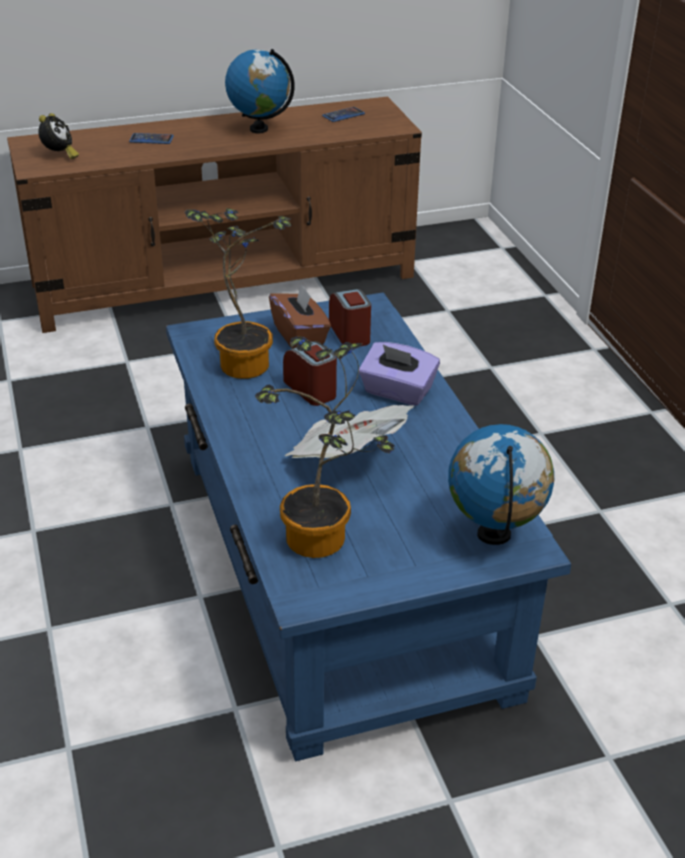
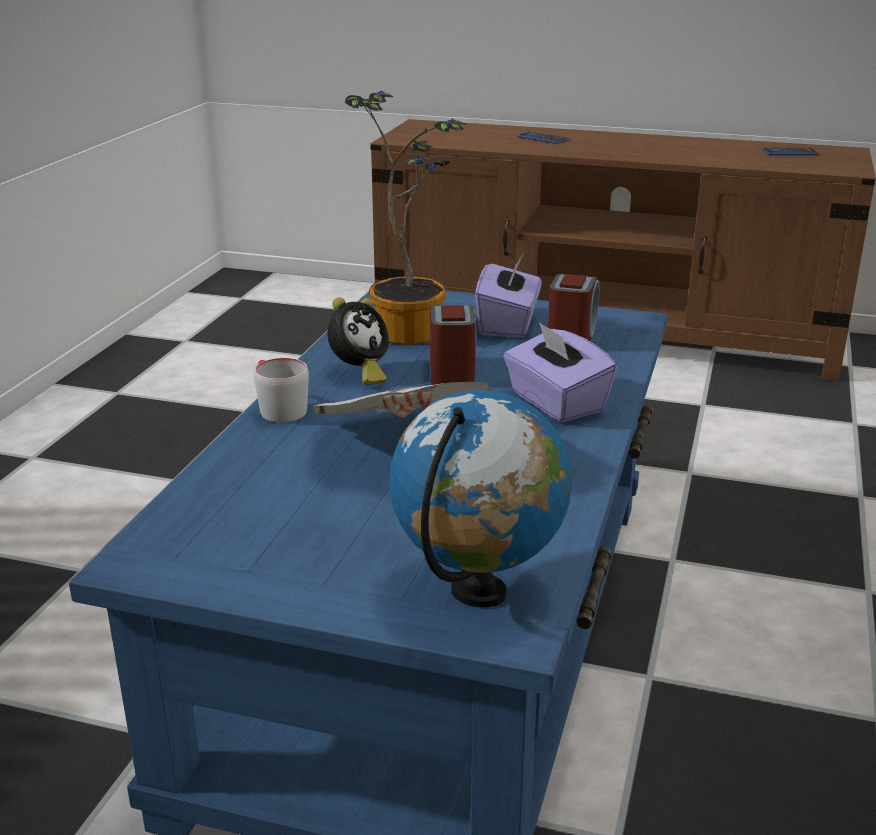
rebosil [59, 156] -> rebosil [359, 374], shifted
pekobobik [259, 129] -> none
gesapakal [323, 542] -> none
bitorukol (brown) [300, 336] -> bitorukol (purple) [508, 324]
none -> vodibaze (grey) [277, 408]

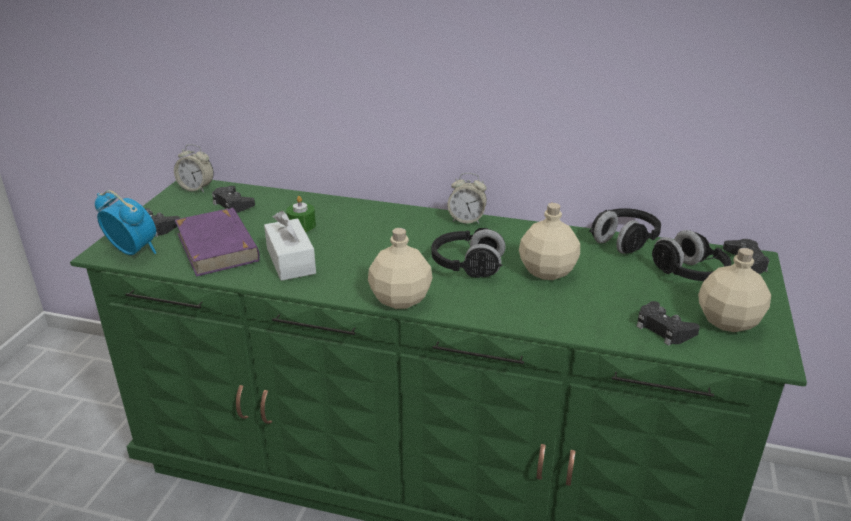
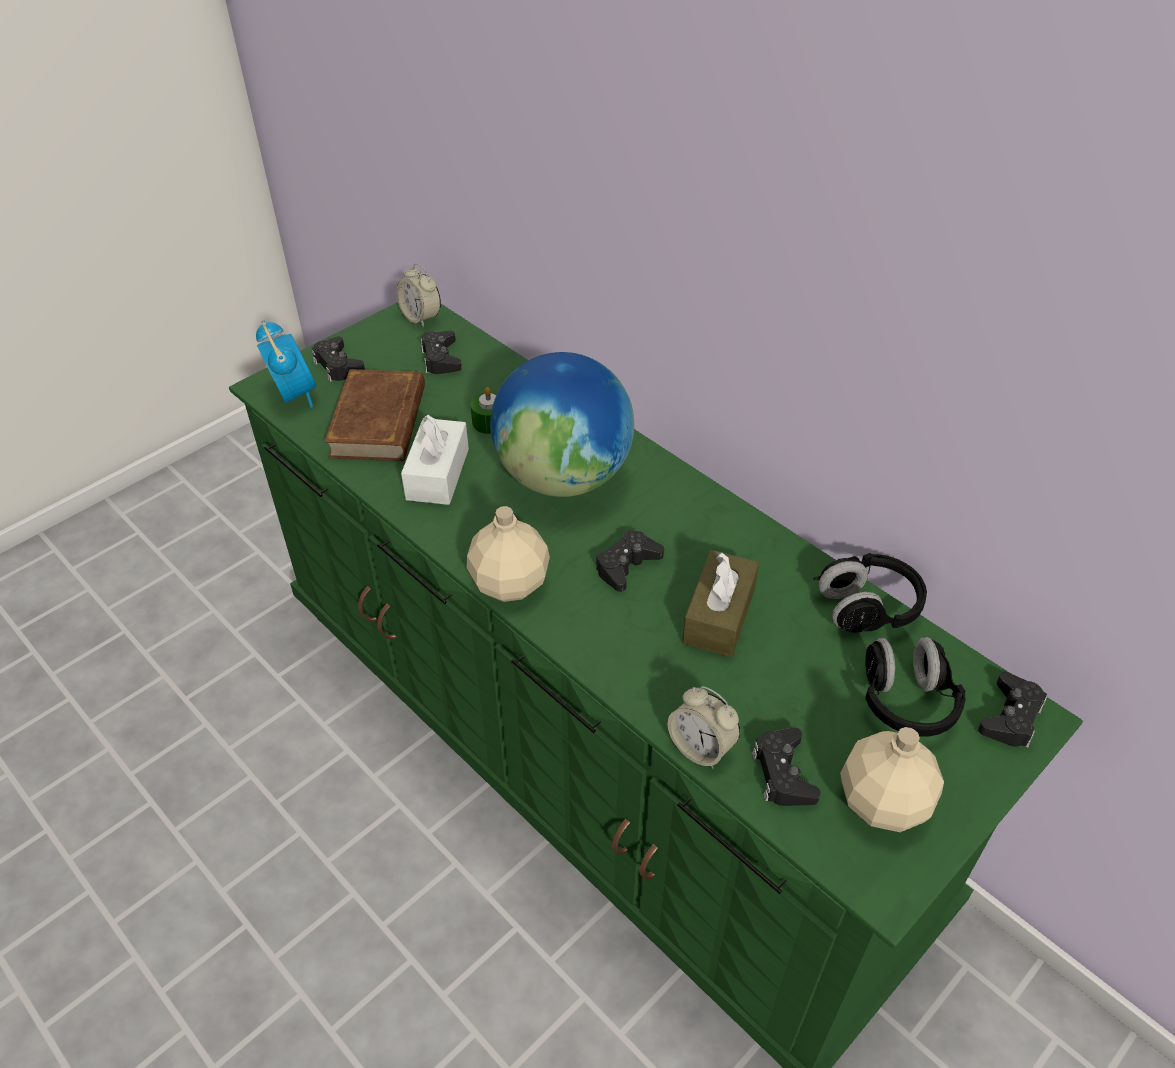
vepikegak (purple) [218, 247] -> vepikegak (brown) [379, 421]
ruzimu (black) [467, 267] -> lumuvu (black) [627, 566]
rebosil [466, 220] -> rebosil [701, 747], shifted
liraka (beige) [548, 271] -> bitorukol (brown) [719, 615]
none -> pekobobik [564, 476]

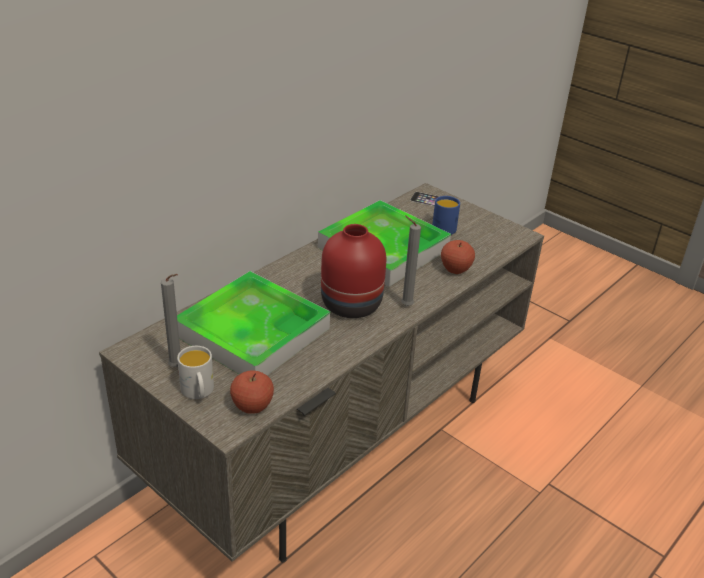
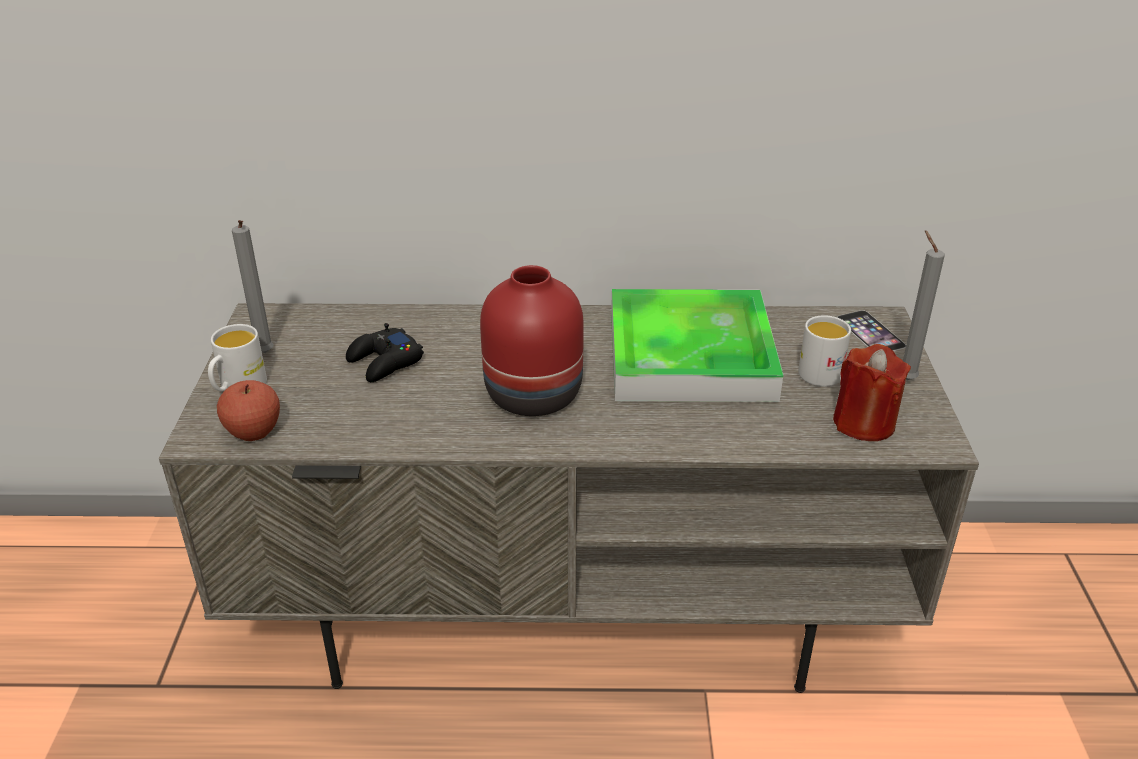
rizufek [252, 332] -> lumuvu (black) [385, 362]
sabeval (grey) [404, 305] -> sabeval (grey) [904, 378], shifted
vodibaze (blue) [441, 227] -> vodibaze (white) [822, 370]
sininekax [455, 269] -> none
none -> sabeval (red) [864, 423]

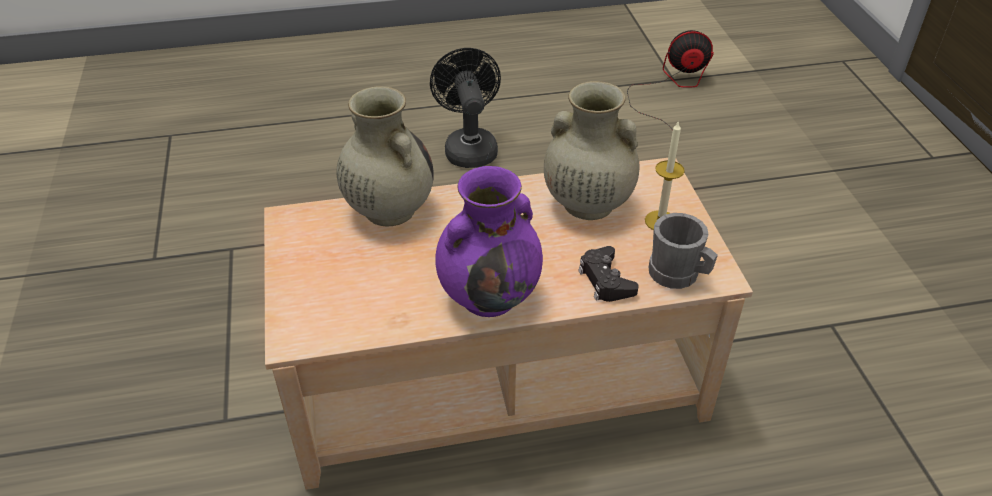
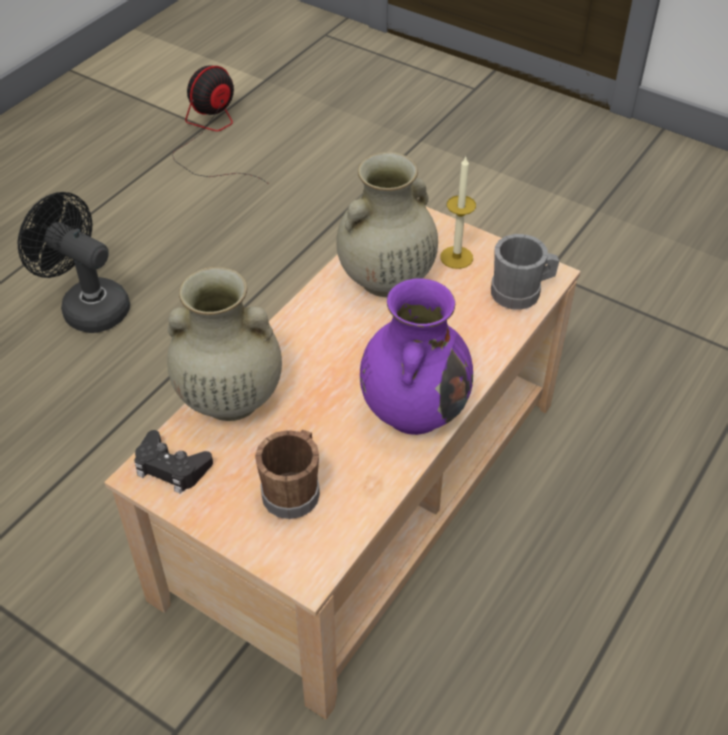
lumuvu (black) [605, 280] -> lumuvu (black) [171, 467], shifted
none -> vodibaze (brown) [293, 489]

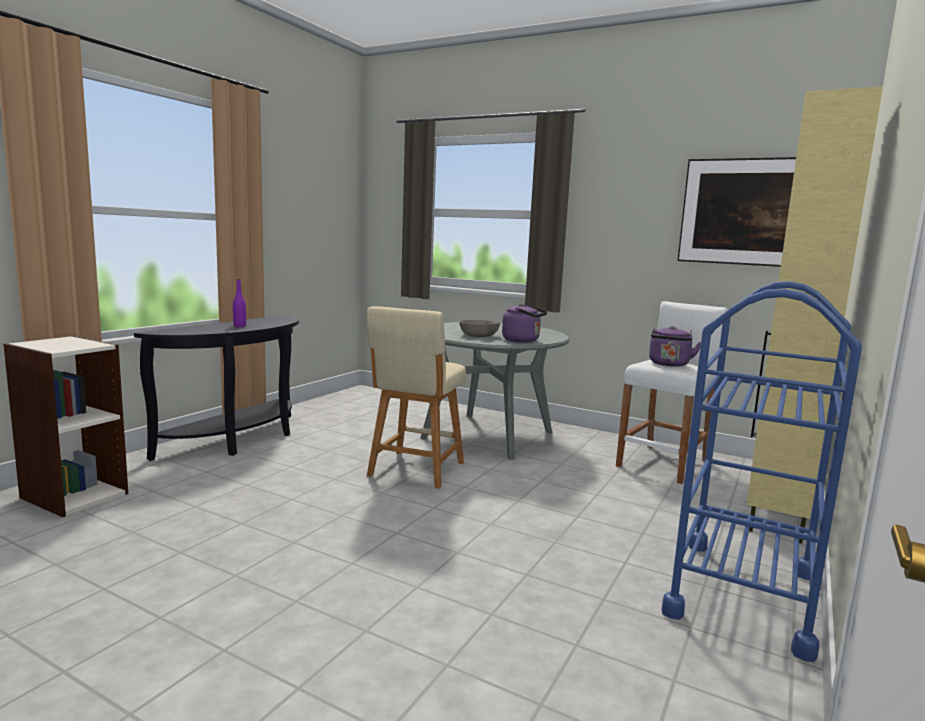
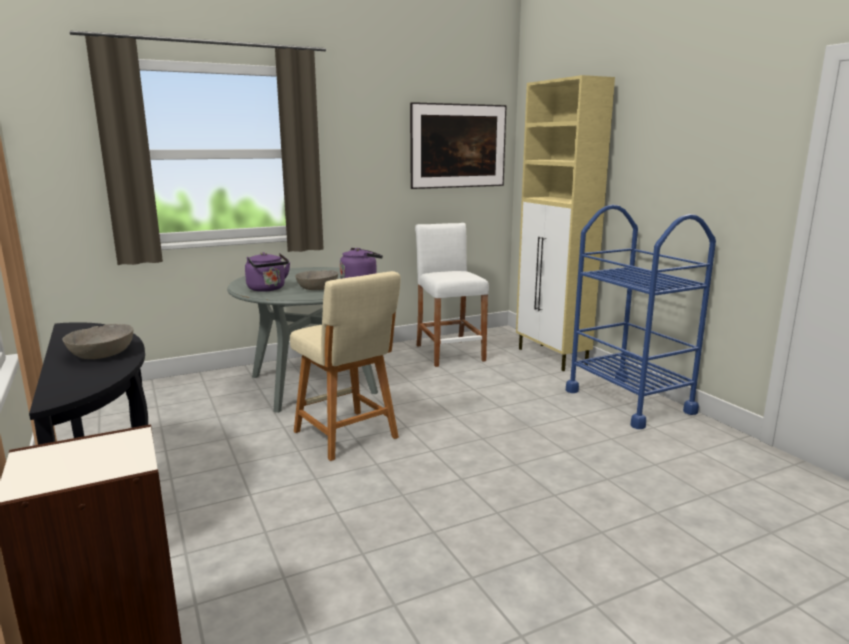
liraka (purple) [239, 326] -> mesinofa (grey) [101, 354]
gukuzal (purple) [669, 364] -> gukuzal (purple) [268, 289], shifted

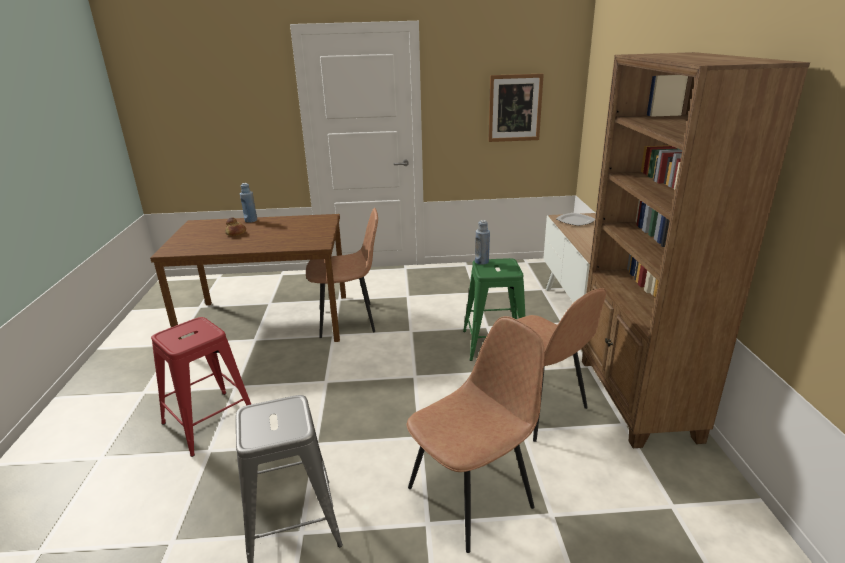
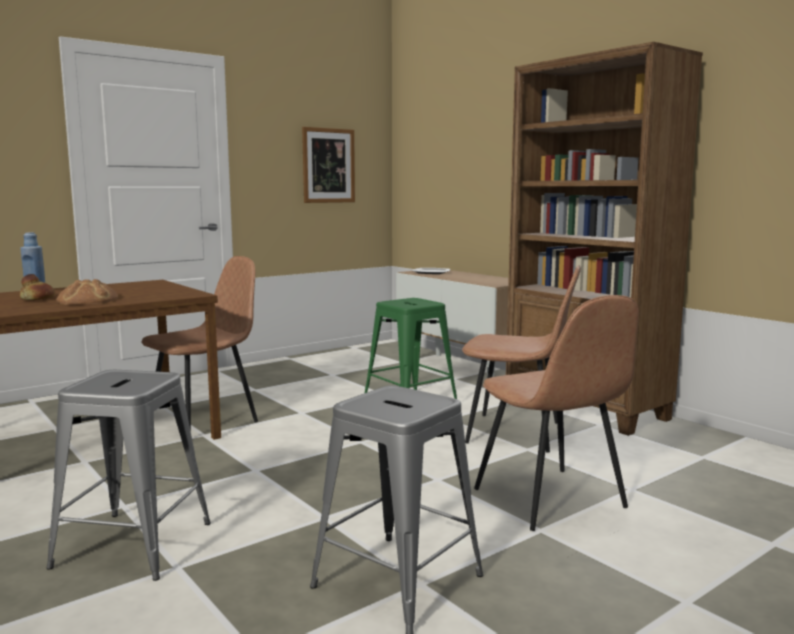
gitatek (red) [209, 422] -> gitatek (grey) [134, 545]
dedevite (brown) [472, 496] -> dedevite (brown) [551, 500], 135 degrees clockwise
liraka (blue) [481, 262] -> none
none -> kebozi [88, 300]

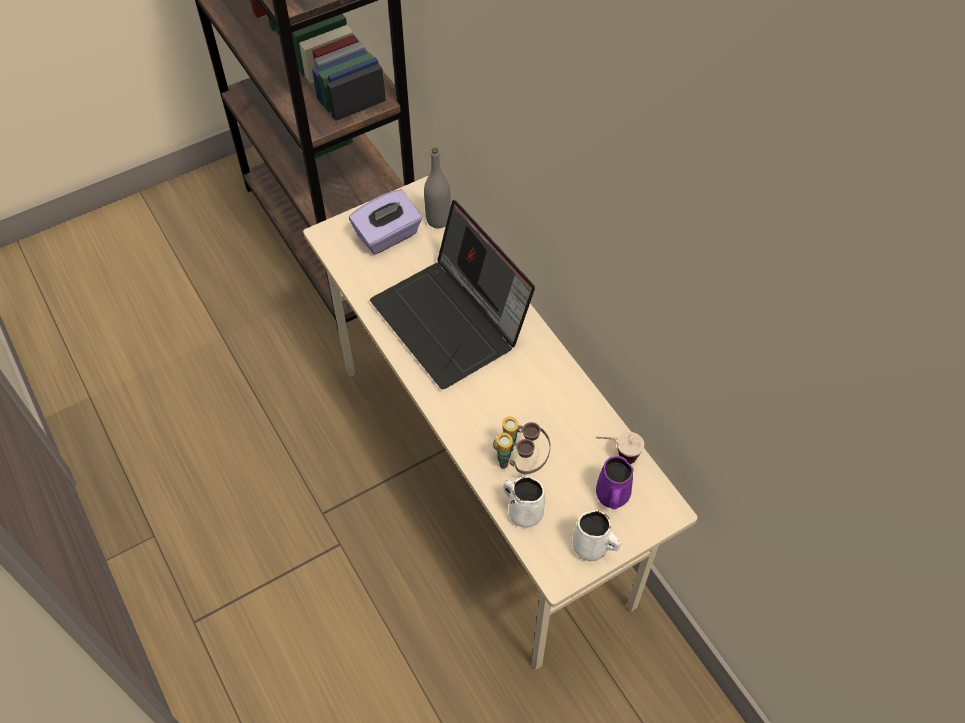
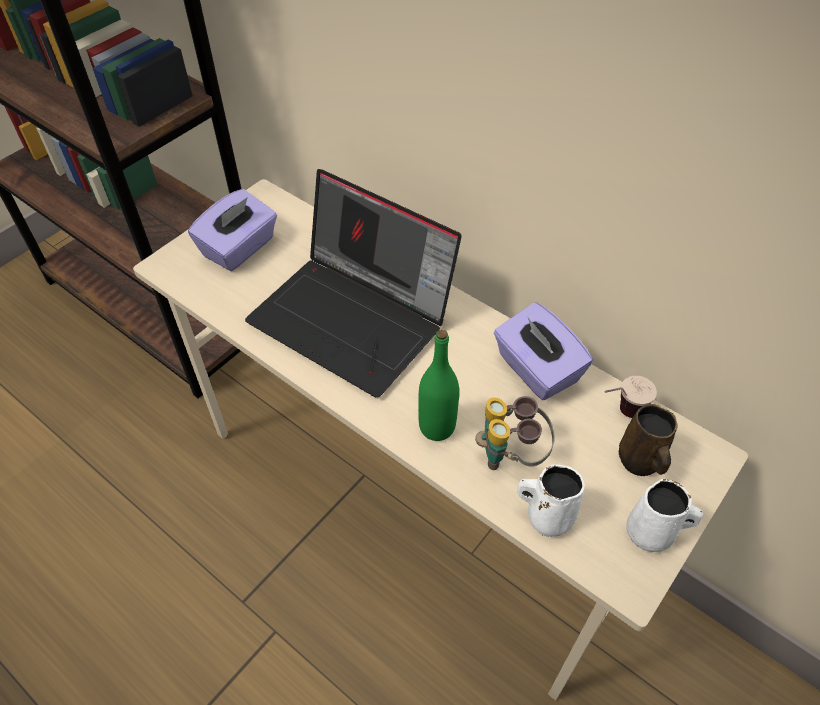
liraka (grey) [438, 220] -> none
vodibaze (purple) [612, 497] -> vodibaze (brown) [640, 462]
none -> liraka (green) [437, 427]
none -> bitorukol (purple) [536, 370]

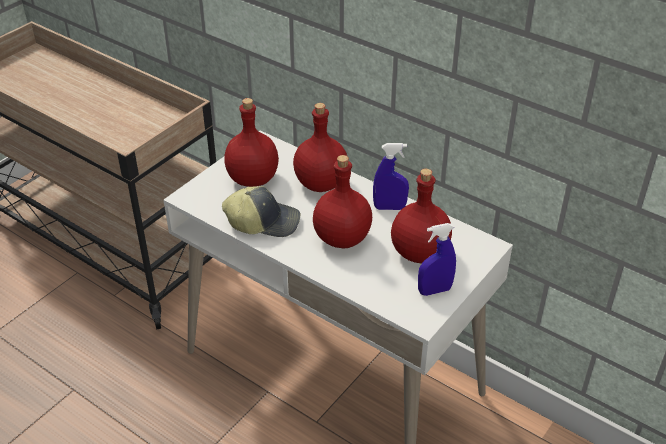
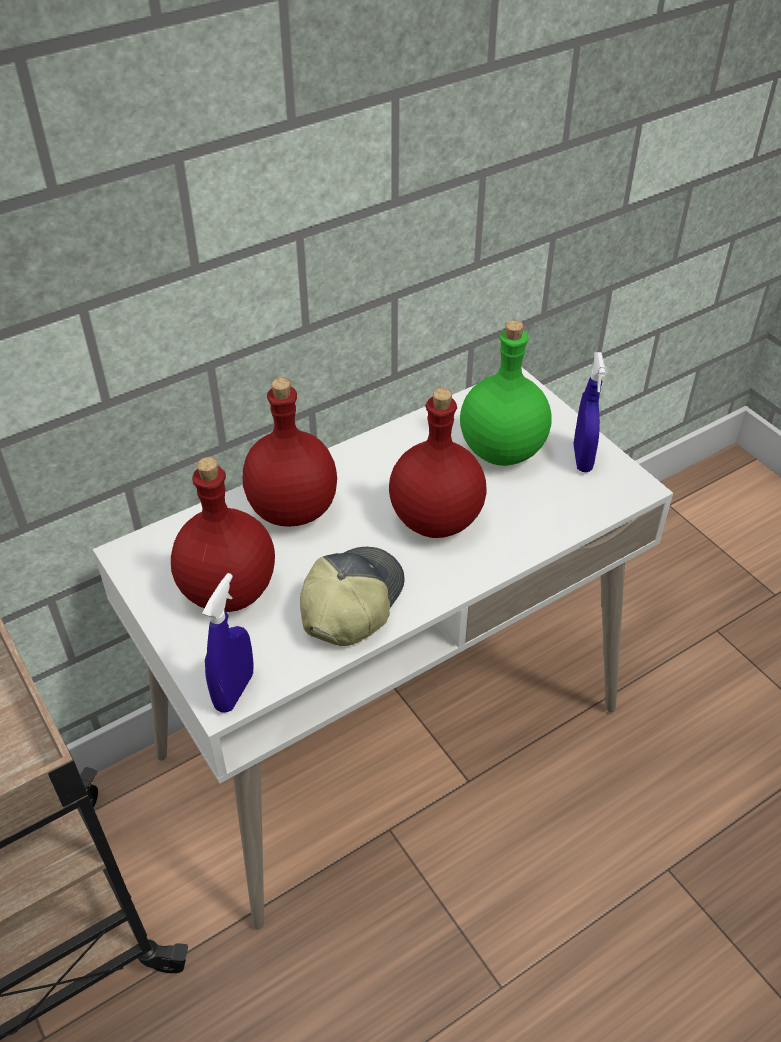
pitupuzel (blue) [389, 207] -> pitupuzel (blue) [234, 691], shifted
liraka (red) [418, 252] -> liraka (green) [500, 450]

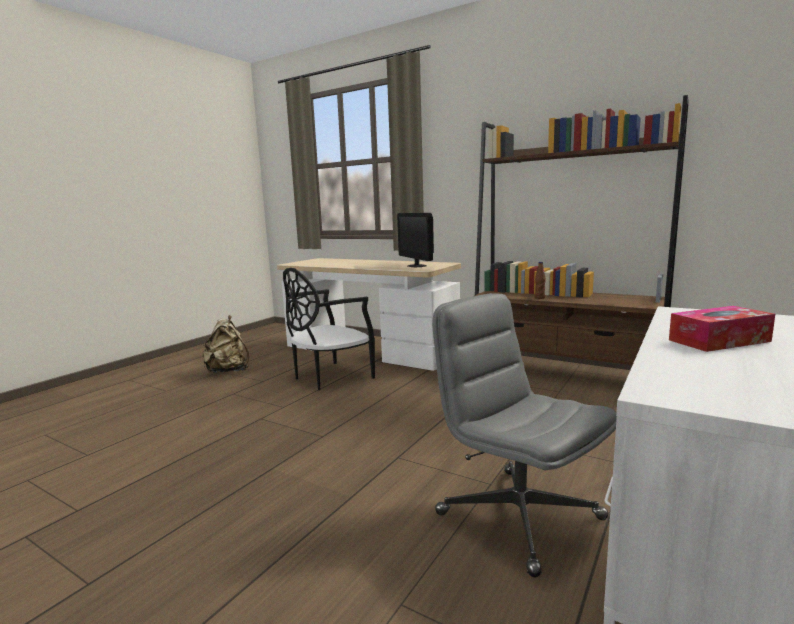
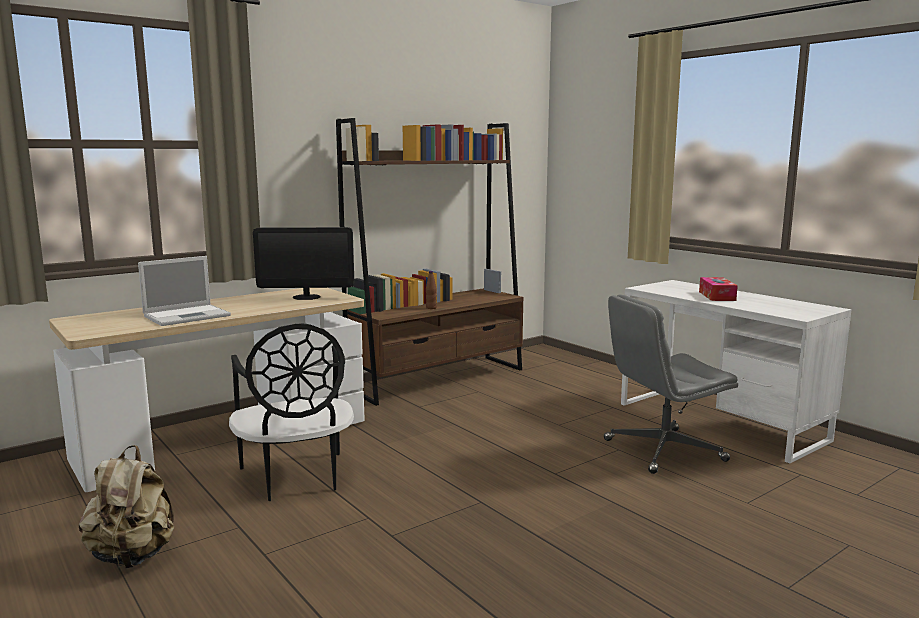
none -> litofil [188, 315]

